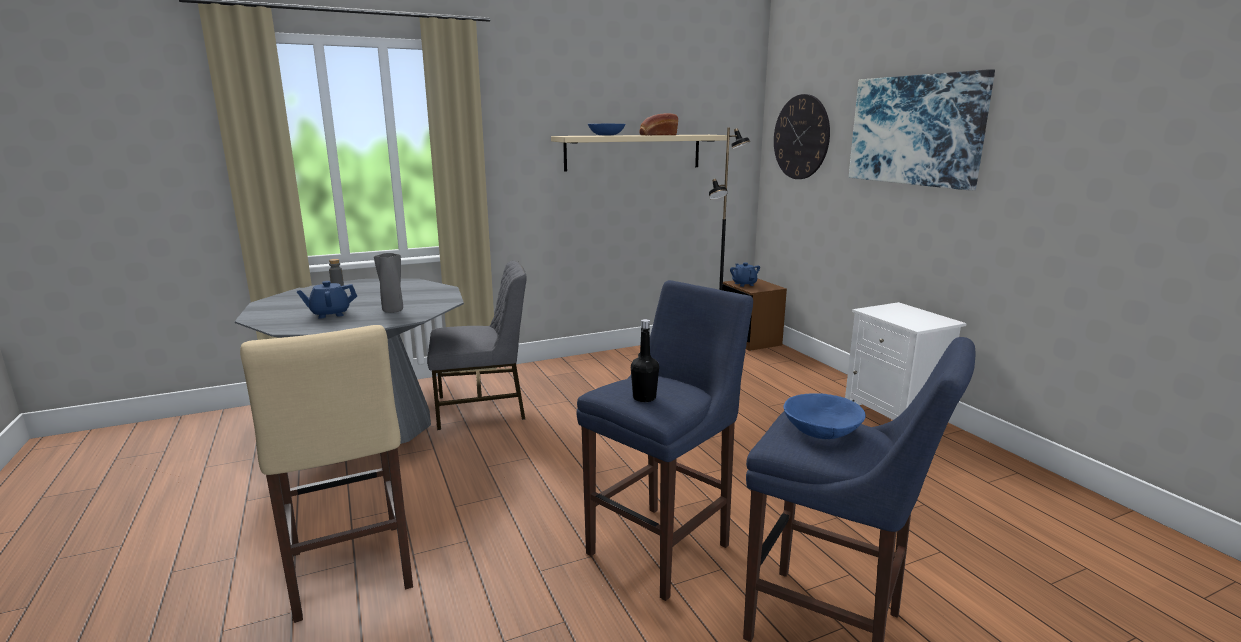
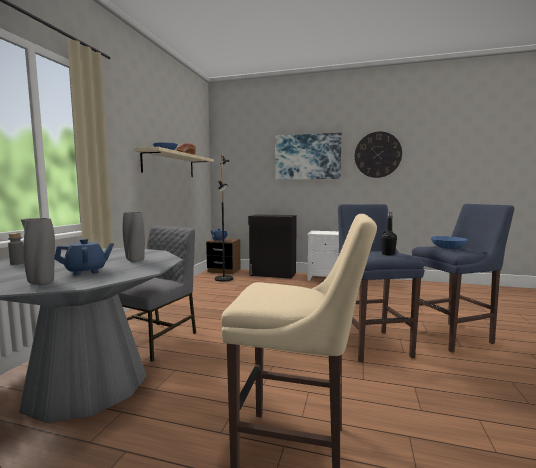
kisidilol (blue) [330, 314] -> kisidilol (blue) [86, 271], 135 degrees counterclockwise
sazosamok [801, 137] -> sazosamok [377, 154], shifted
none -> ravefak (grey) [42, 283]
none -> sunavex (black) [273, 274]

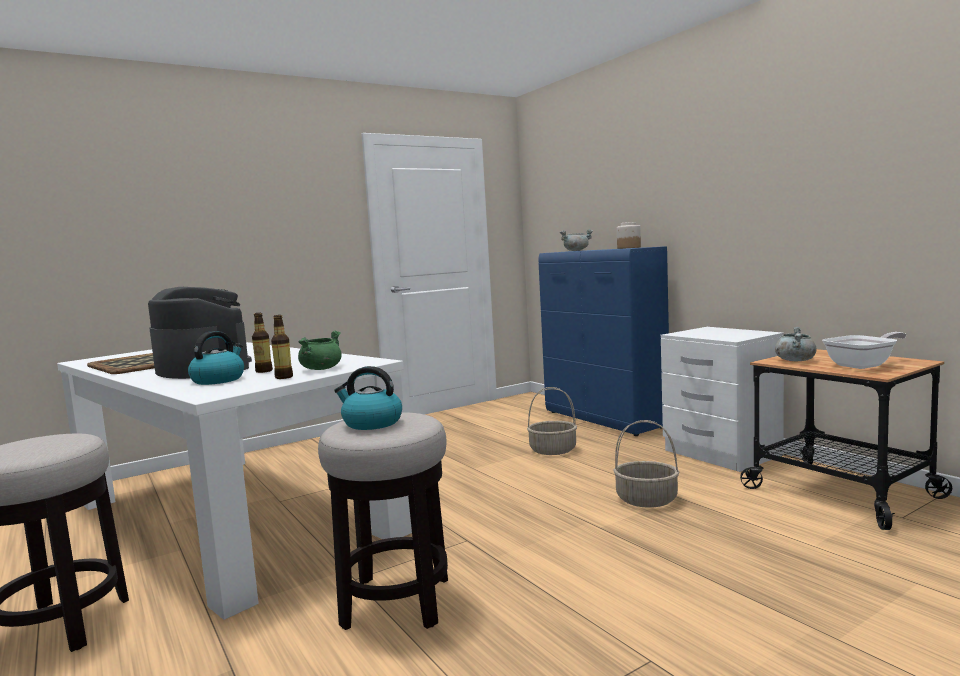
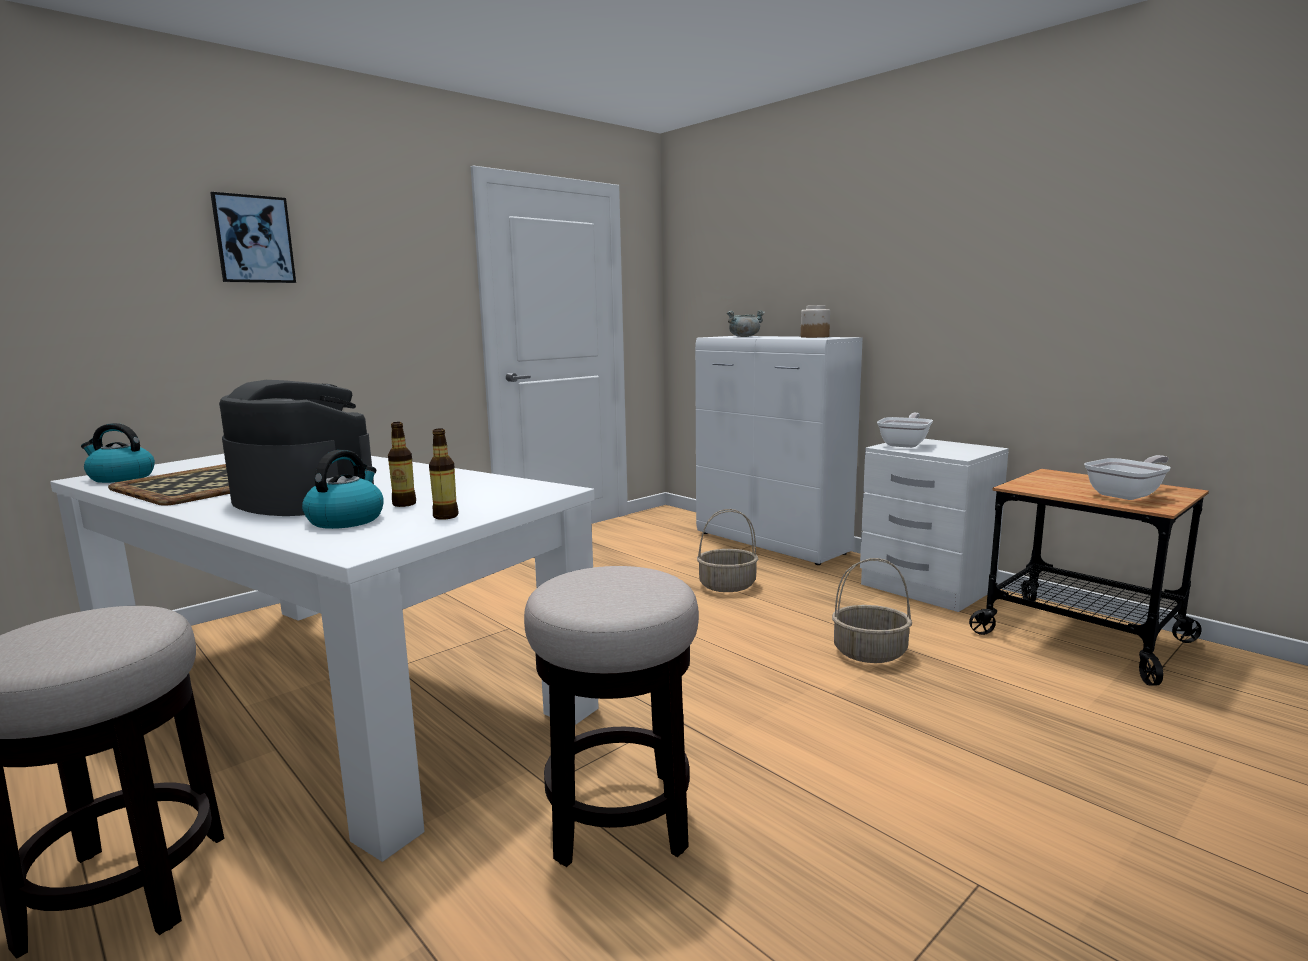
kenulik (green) [321, 368] -> none
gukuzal [371, 423] -> gukuzal [120, 477], shifted
sunavex (blue) [605, 420] -> sunavex (white) [772, 543]
kenulik (grey) [795, 360] -> none
none -> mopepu [254, 239]
none -> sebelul [905, 444]

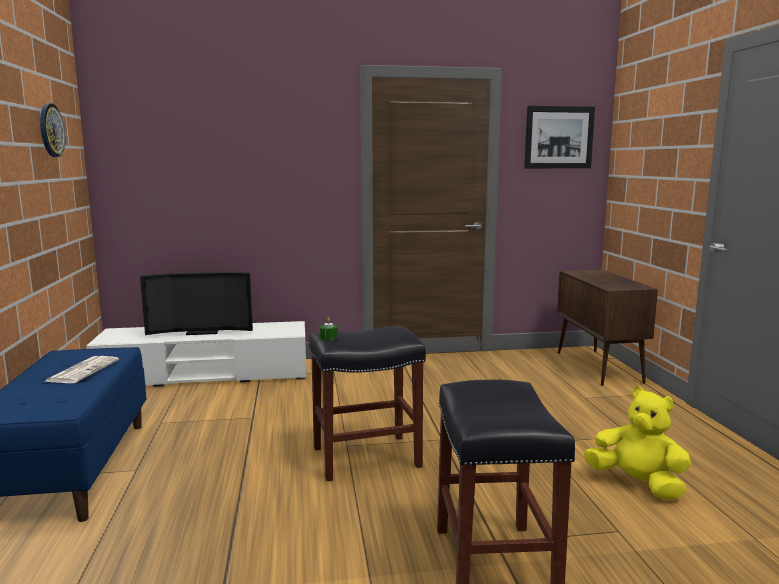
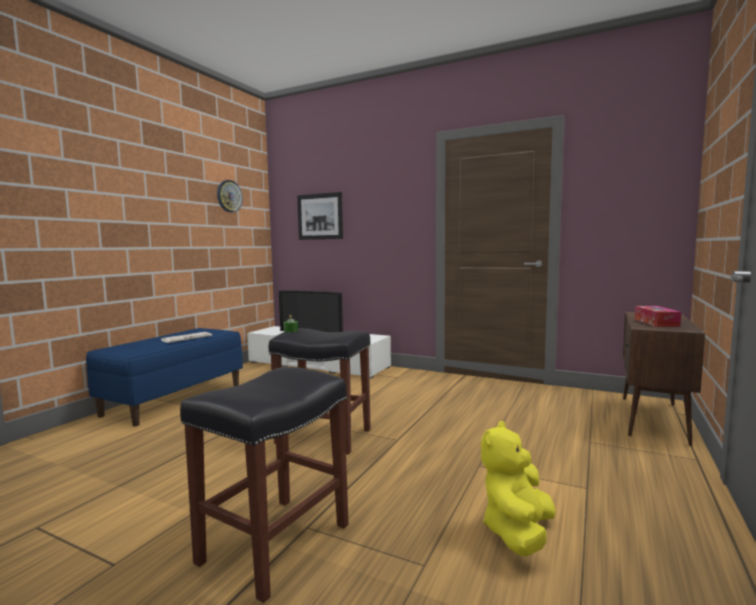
mopepu [559, 137] -> mopepu [320, 216], shifted
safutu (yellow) [637, 484] -> safutu (yellow) [517, 532], 135 degrees counterclockwise
none -> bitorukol [656, 323]

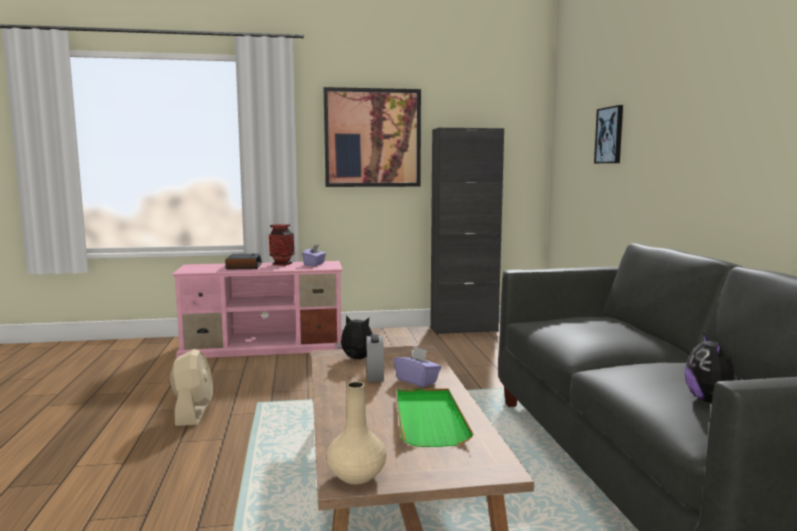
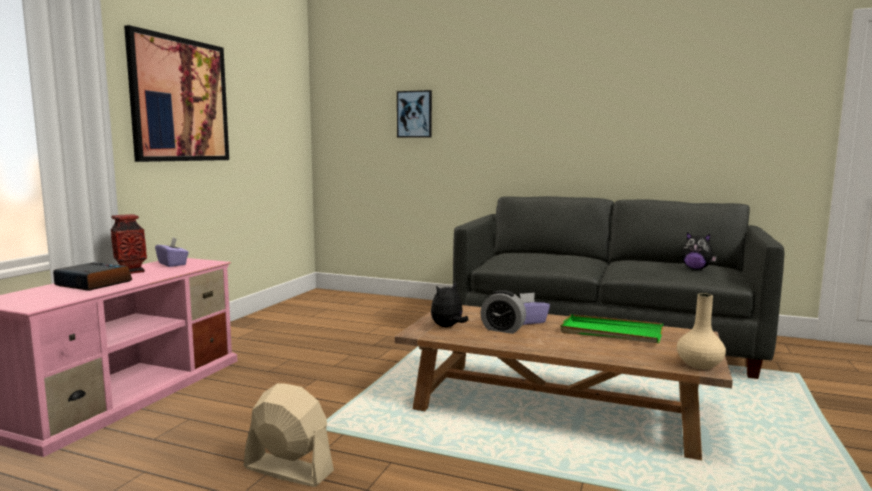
sunavex (black) [464, 329] -> none

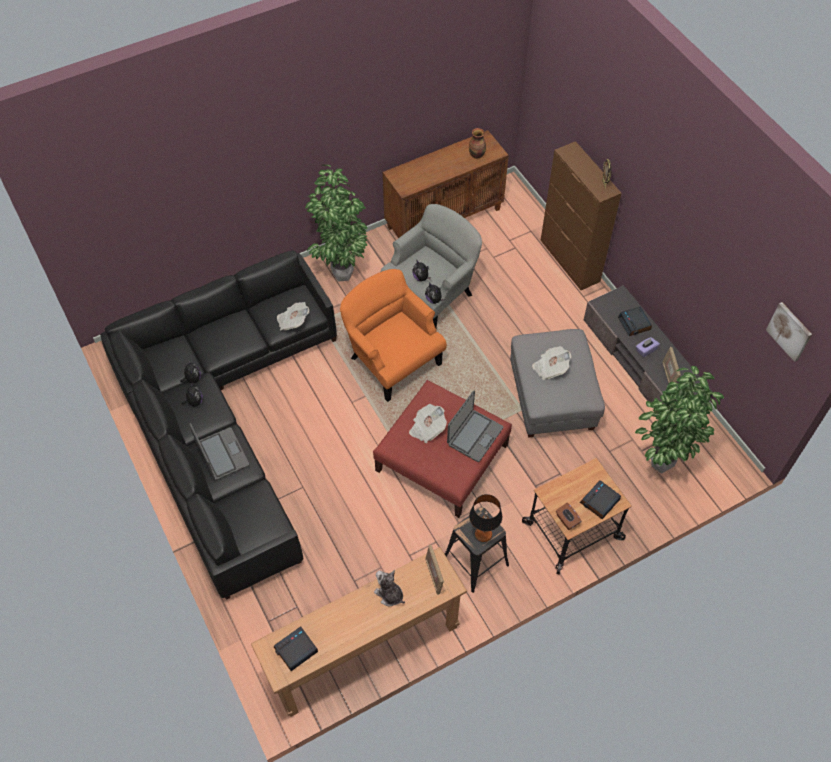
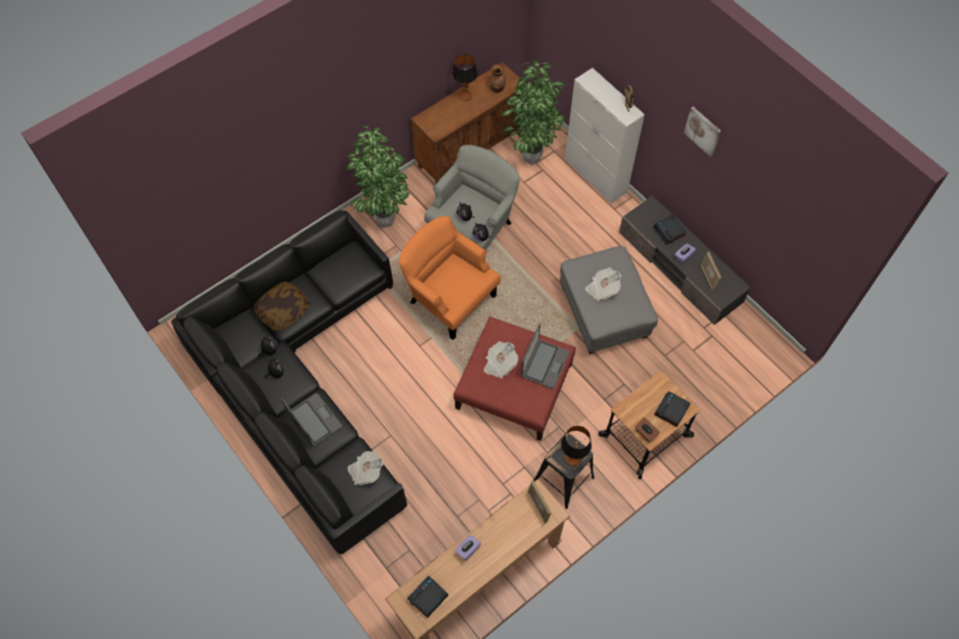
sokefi [293, 321] -> sokefi [365, 471], shifted
safutu [389, 594] -> none
sunavex (brown) [570, 261] -> sunavex (white) [596, 175]
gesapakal [660, 466] -> gesapakal [531, 160], shifted
mopepu [789, 331] -> mopepu [703, 131], shifted
none -> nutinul [283, 310]
none -> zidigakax [465, 95]
none -> bitorukol (purple) [467, 550]

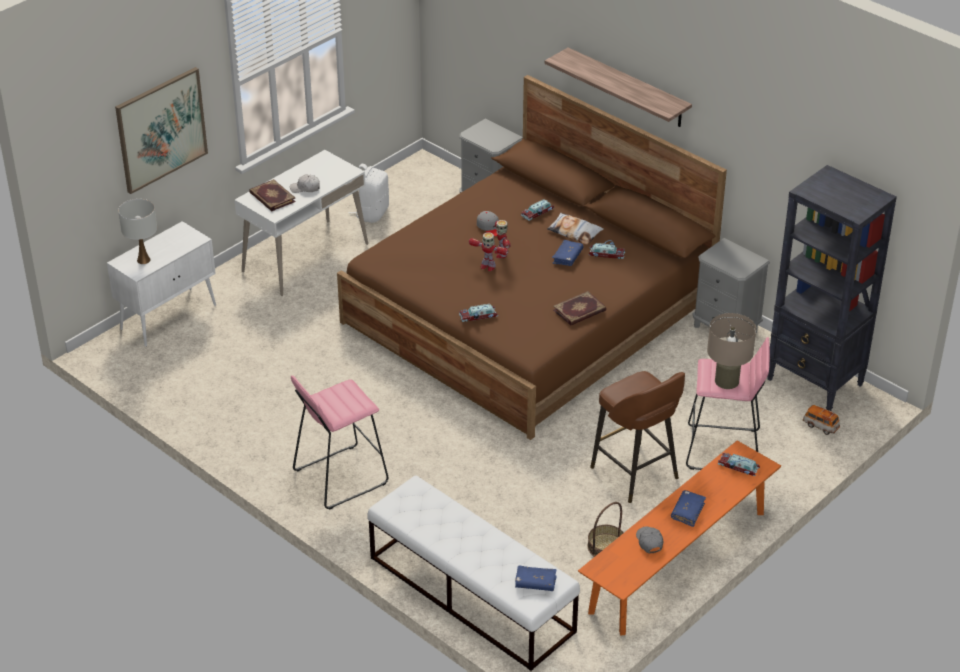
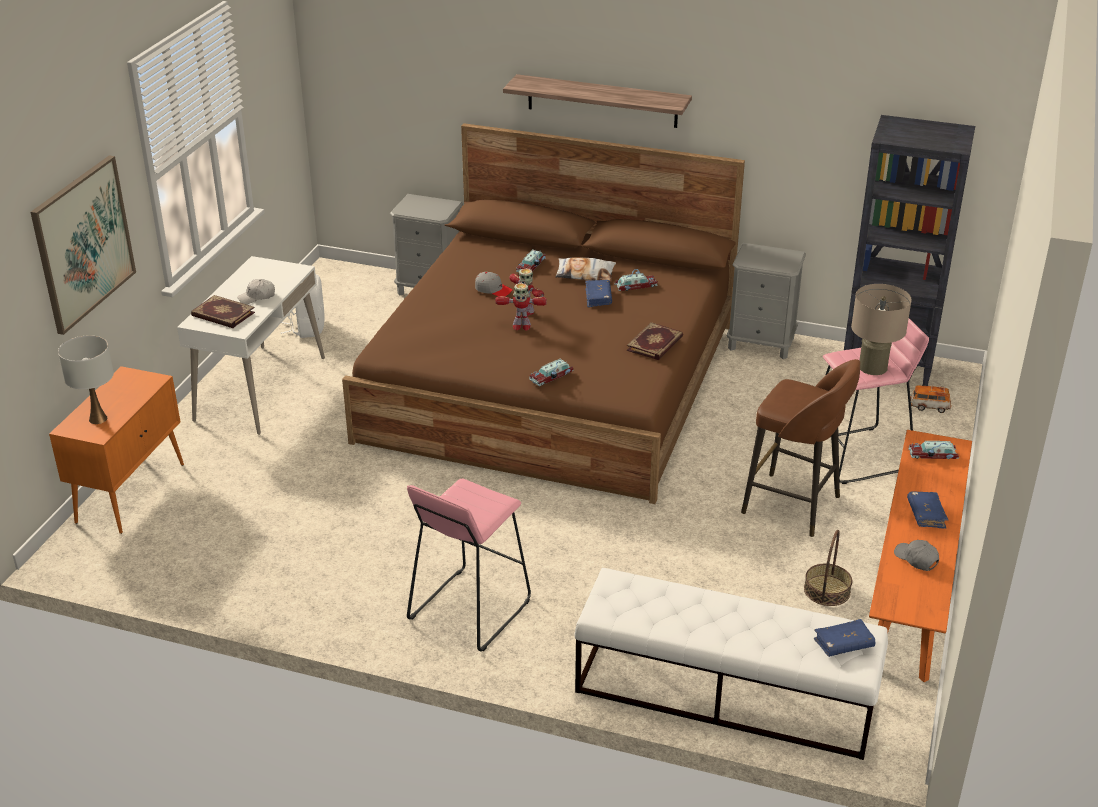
sunavex (white) [169, 316] -> sunavex (orange) [131, 492]

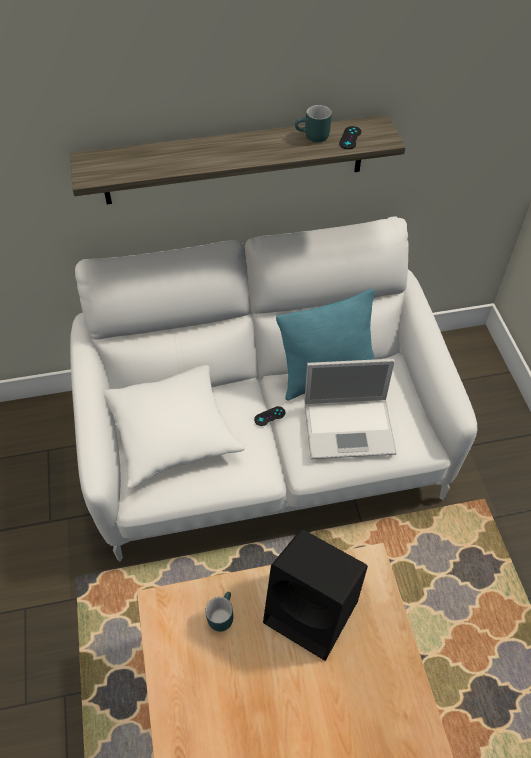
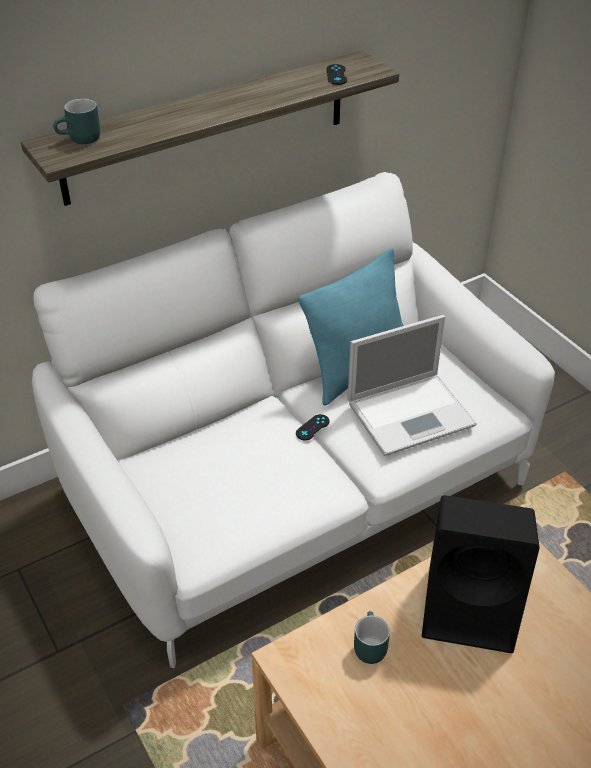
nutinul (white) [172, 432] -> none
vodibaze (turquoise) [313, 137] -> vodibaze (turquoise) [81, 140], shifted

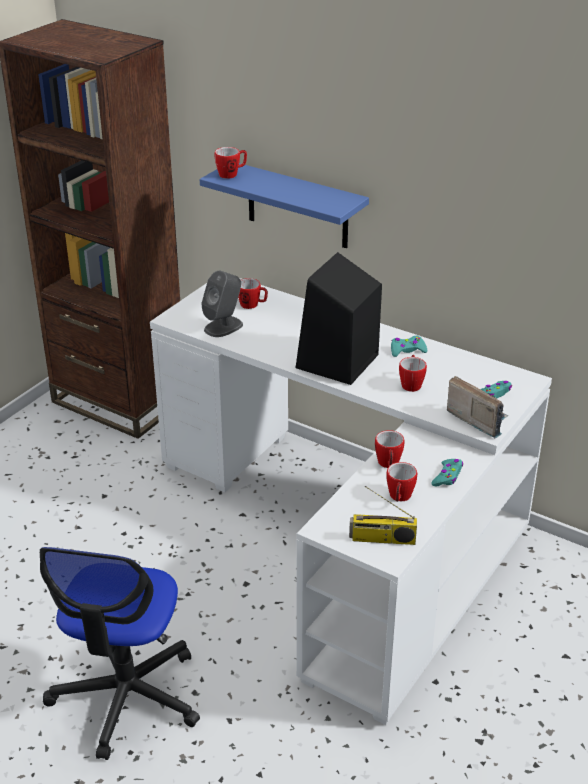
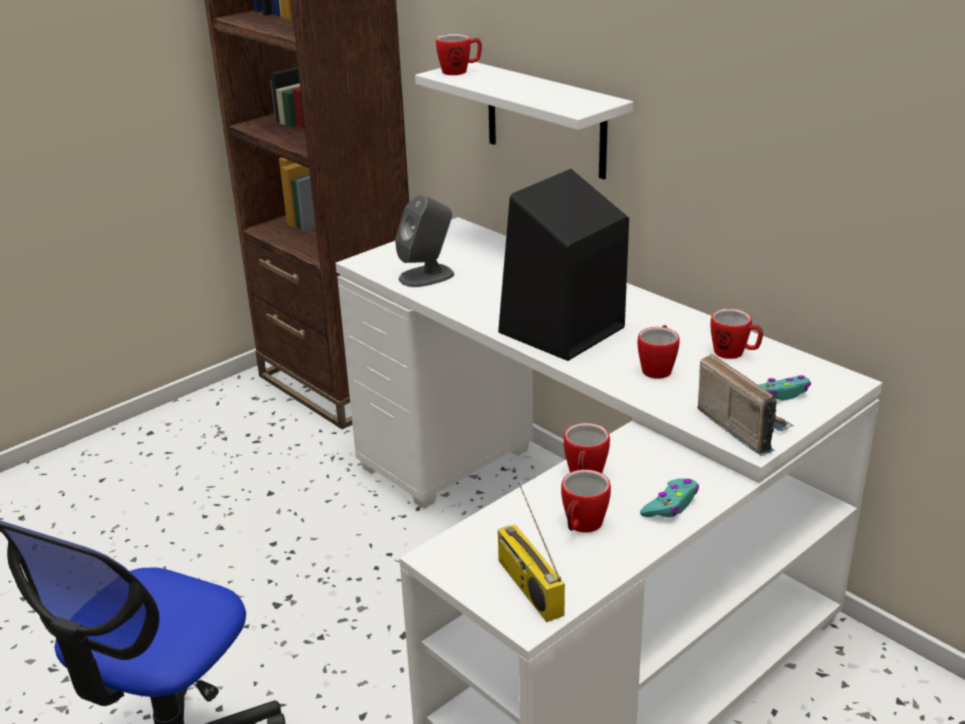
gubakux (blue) [297, 206] -> gubakux (white) [545, 120]
vodibaze [252, 305] -> vodibaze [734, 354], shifted
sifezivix [382, 539] -> sifezivix [527, 586], 45 degrees clockwise
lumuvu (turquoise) [407, 350] -> none

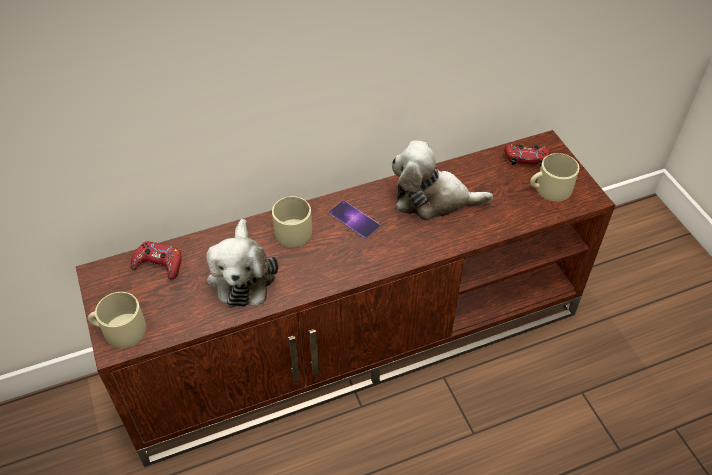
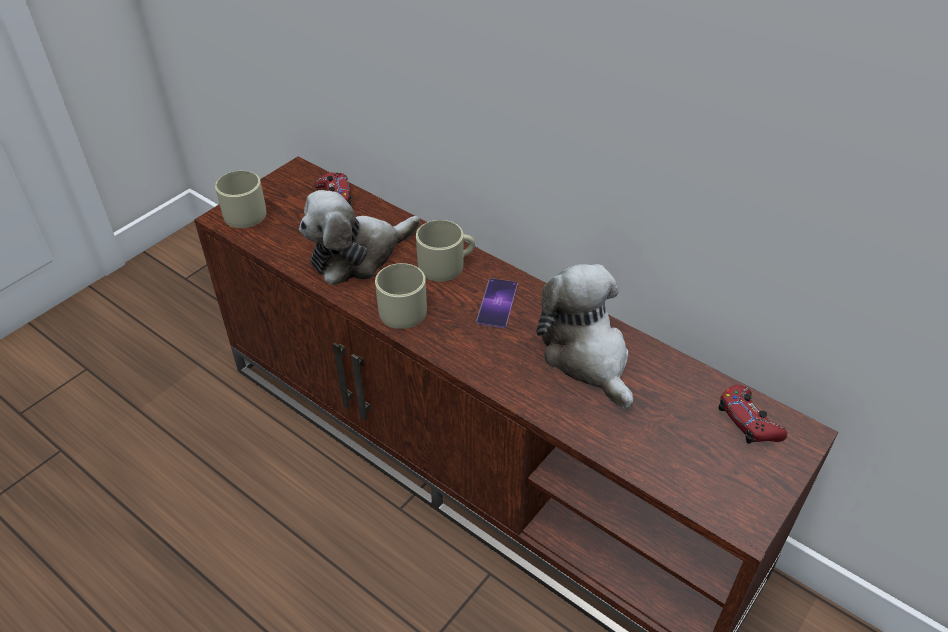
vodibaze (beige) [549, 189] -> vodibaze (beige) [398, 308], shifted

